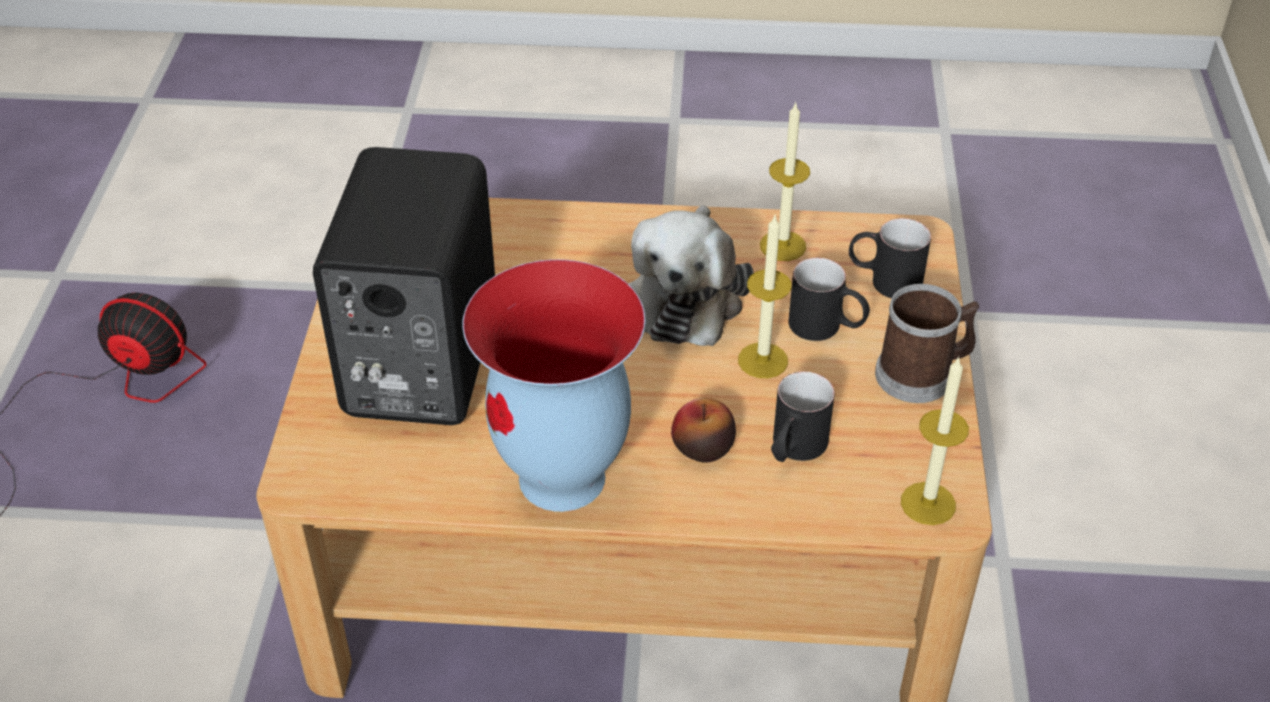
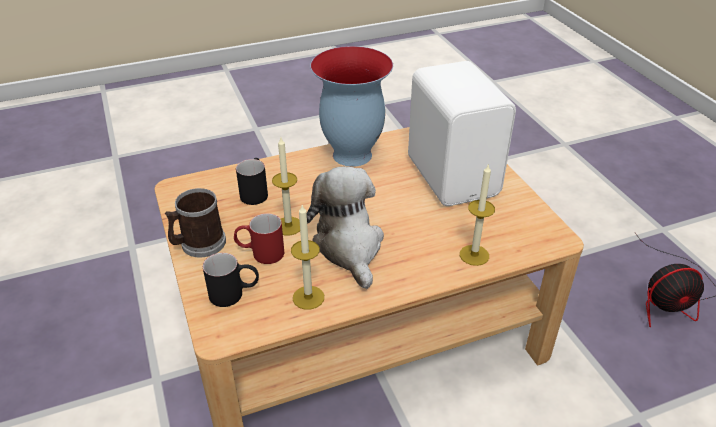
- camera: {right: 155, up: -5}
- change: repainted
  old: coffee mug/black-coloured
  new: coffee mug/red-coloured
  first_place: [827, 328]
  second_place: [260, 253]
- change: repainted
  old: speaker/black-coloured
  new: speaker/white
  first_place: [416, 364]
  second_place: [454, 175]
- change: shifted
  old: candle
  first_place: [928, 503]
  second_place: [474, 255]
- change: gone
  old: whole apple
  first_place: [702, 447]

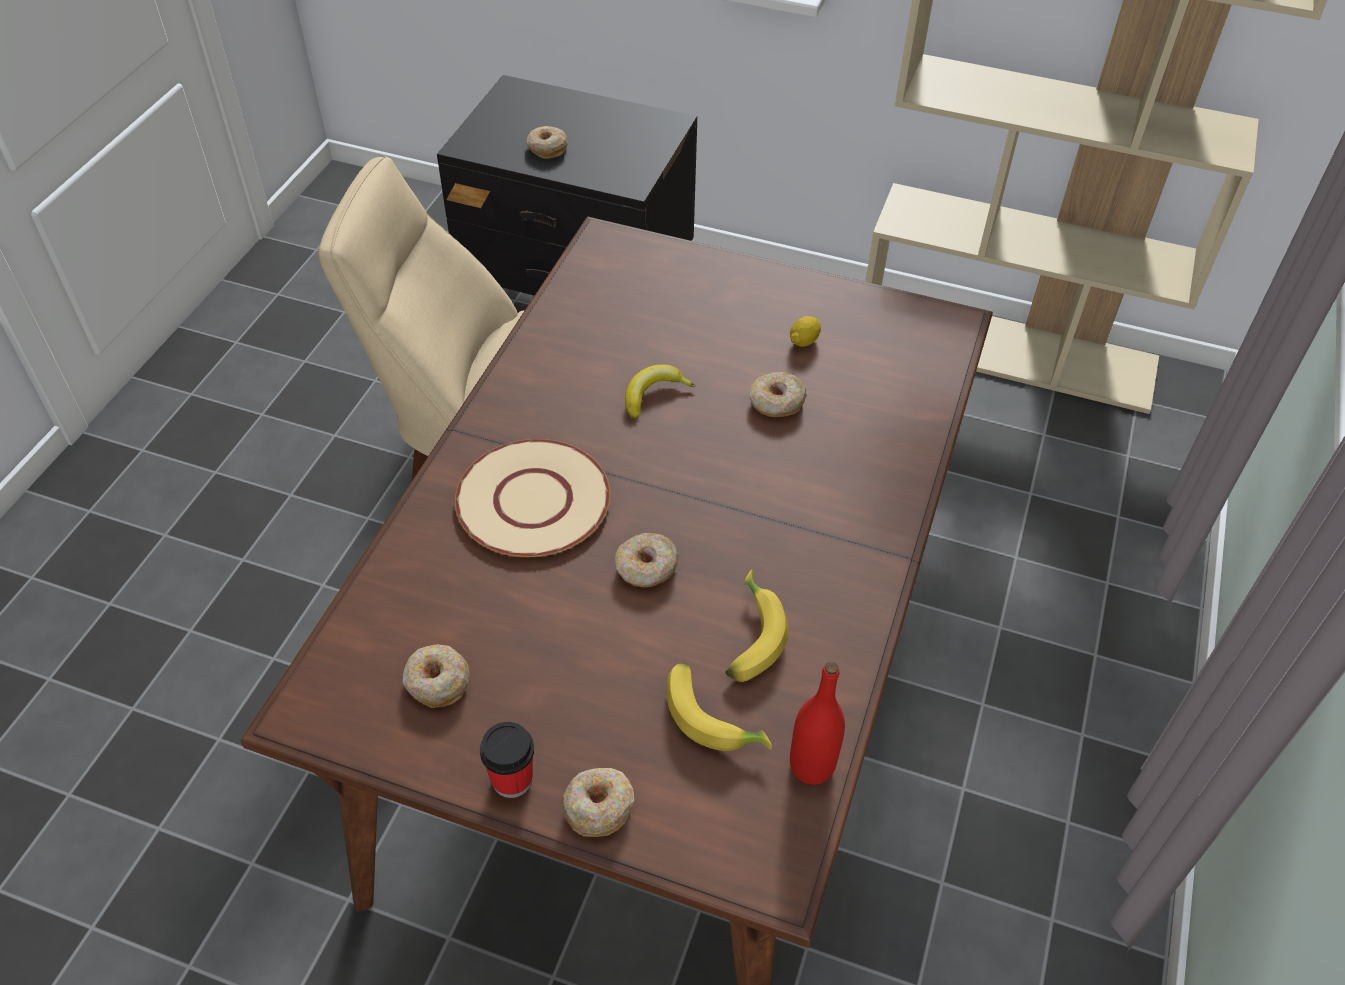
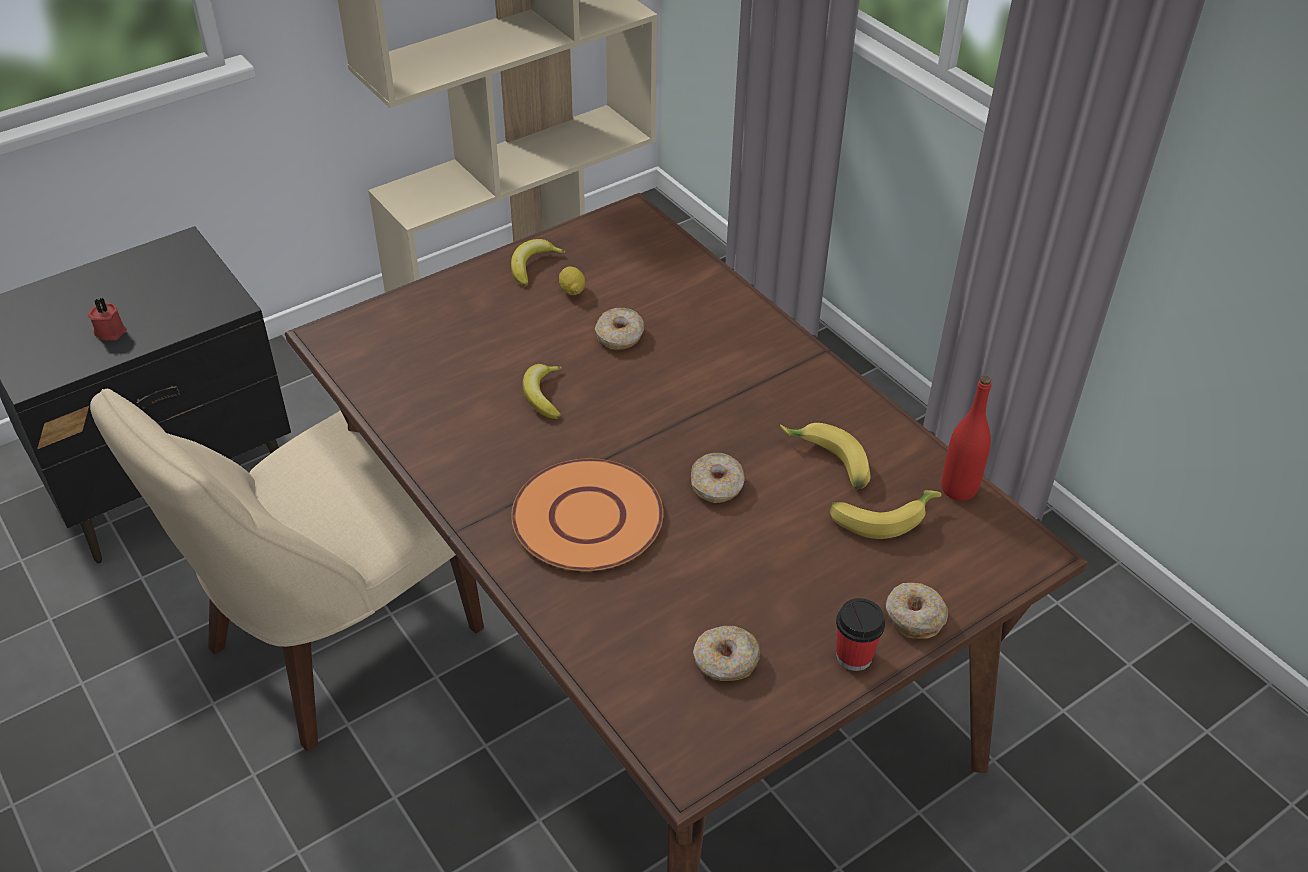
- camera: {right: -55, up: -5}
- change: swapped
  old: doughnut
  new: candle/red-coloured
  first_place: [547, 148]
  second_place: [110, 331]
- change: new
  new: banana
  second_place: [532, 266]
- change: repainted
  old: flat dish/beige
  new: flat dish/orange
  first_place: [532, 501]
  second_place: [587, 518]

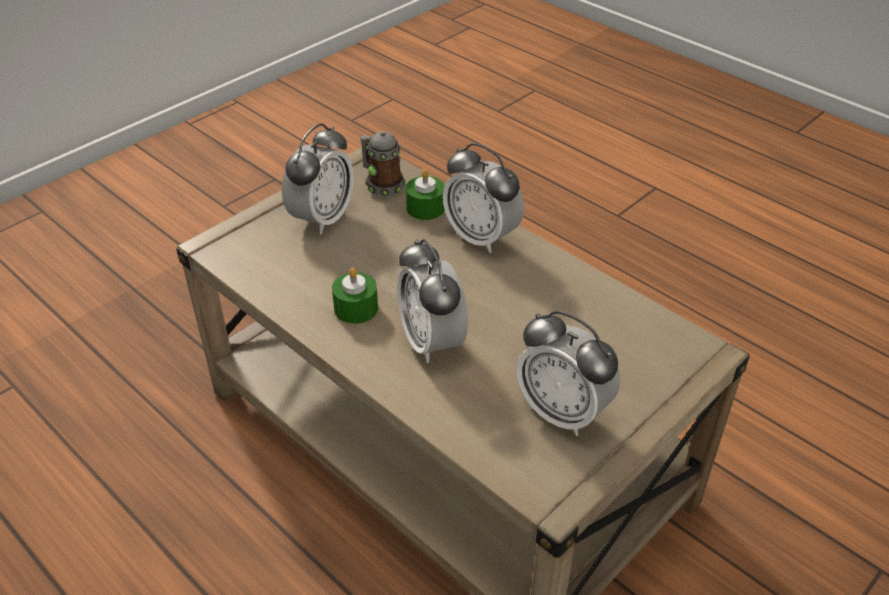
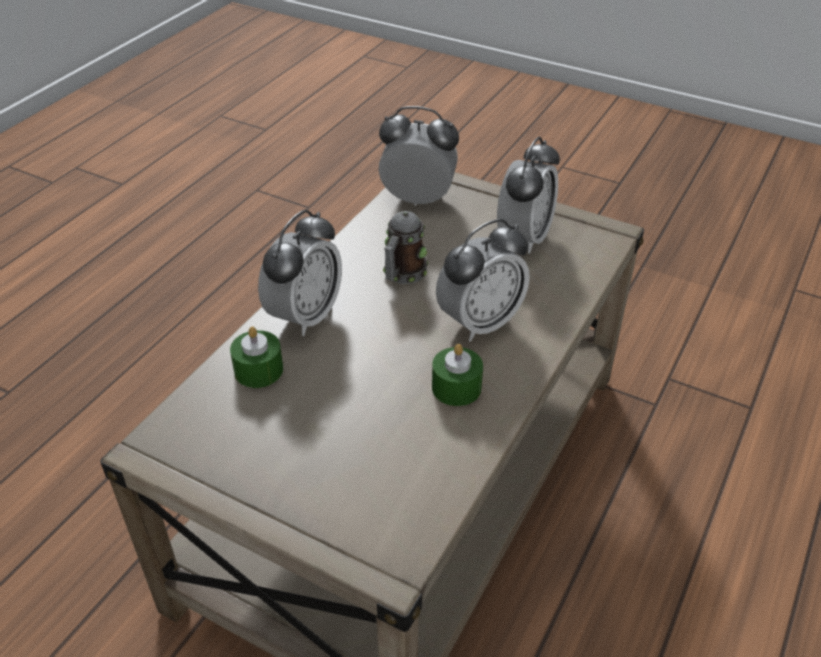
- camera: {right: -105, up: 0}
- change: shifted
  old: table clock
  first_place: [322, 218]
  second_place: [418, 199]
- change: shifted
  old: coffee mug
  first_place: [382, 184]
  second_place: [402, 275]

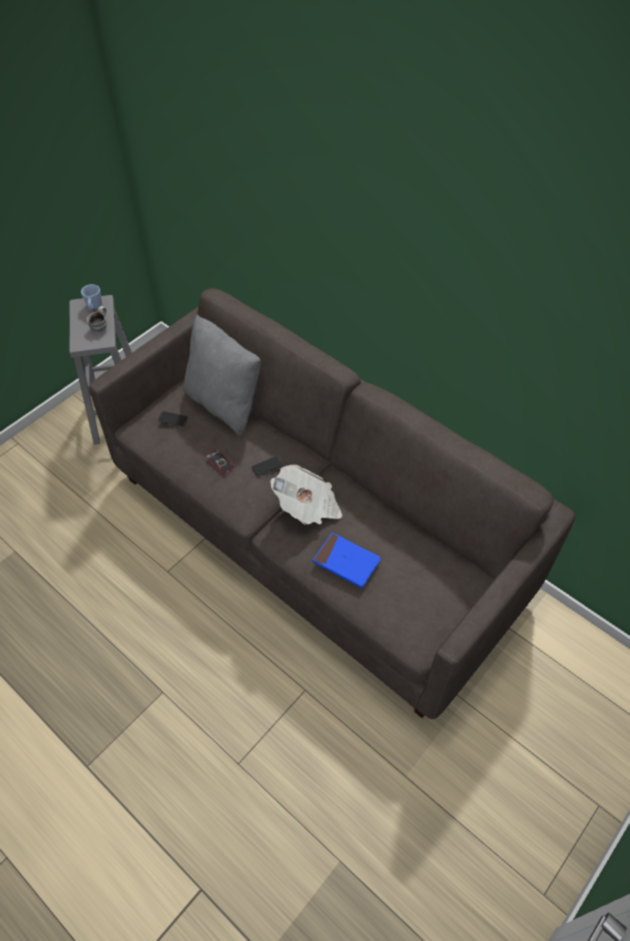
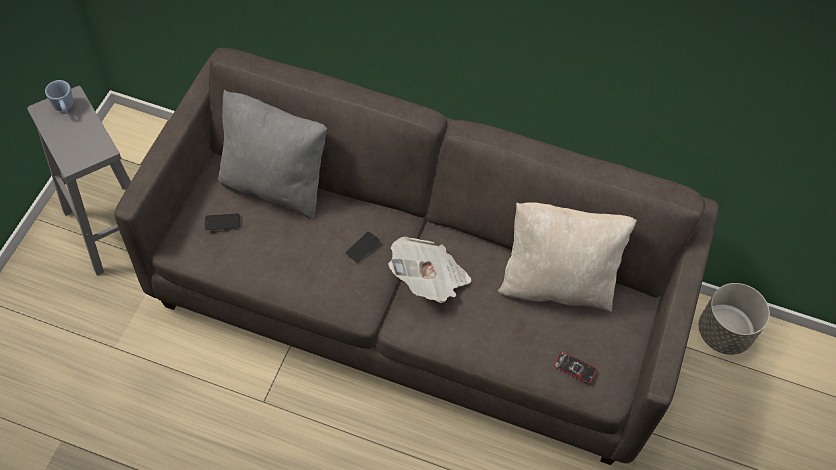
- camera: {right: -25, up: 5}
- change: new
  new: cushion/beige
  second_place: [556, 283]
- change: shifted
  old: telephone
  first_place: [220, 462]
  second_place: [574, 367]
- change: new
  new: flower pot/gray
  second_place: [724, 332]
- change: gone
  old: coffee mug
  first_place: [100, 326]
- change: gone
  old: volume/blue-coloured
  first_place: [346, 562]

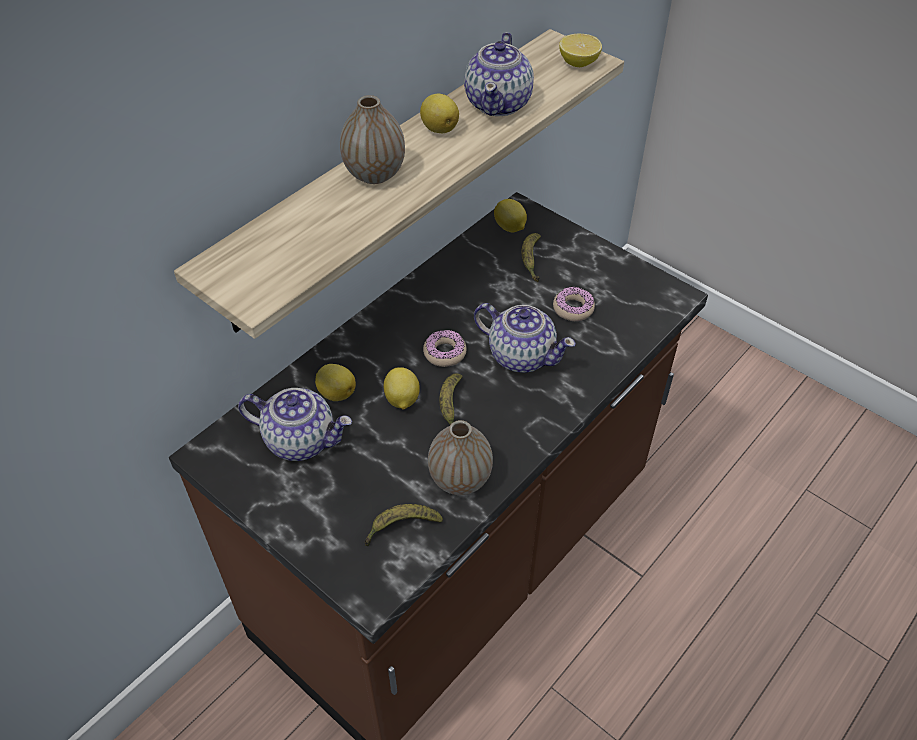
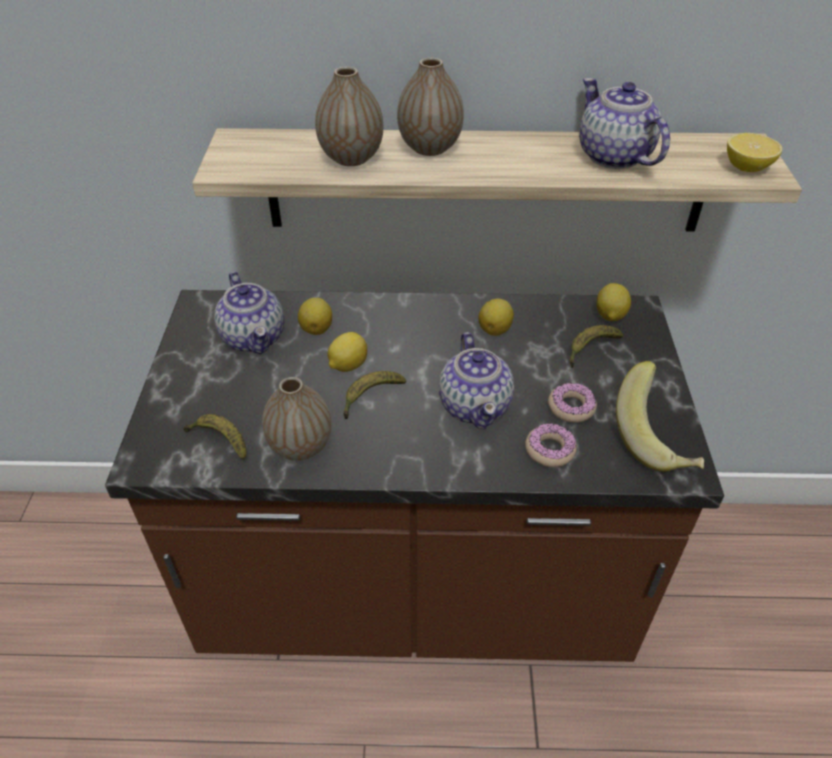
- camera: {right: 50, up: -5}
- change: new
  new: decorative vase
  second_place: [351, 158]
- change: shifted
  old: whole lemon
  first_place: [439, 128]
  second_place: [495, 329]
- change: shifted
  old: doughnut
  first_place: [444, 353]
  second_place: [549, 450]
- change: rotated
  old: teapot
  first_place: [499, 103]
  second_place: [614, 157]
  degrees: 90
- change: new
  new: banana
  second_place: [656, 439]

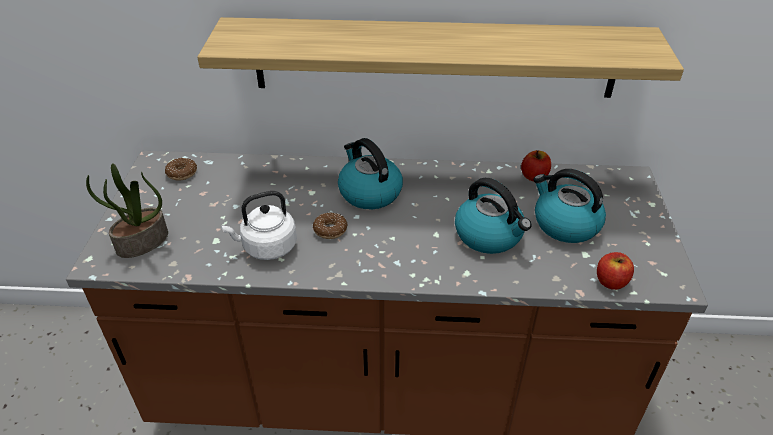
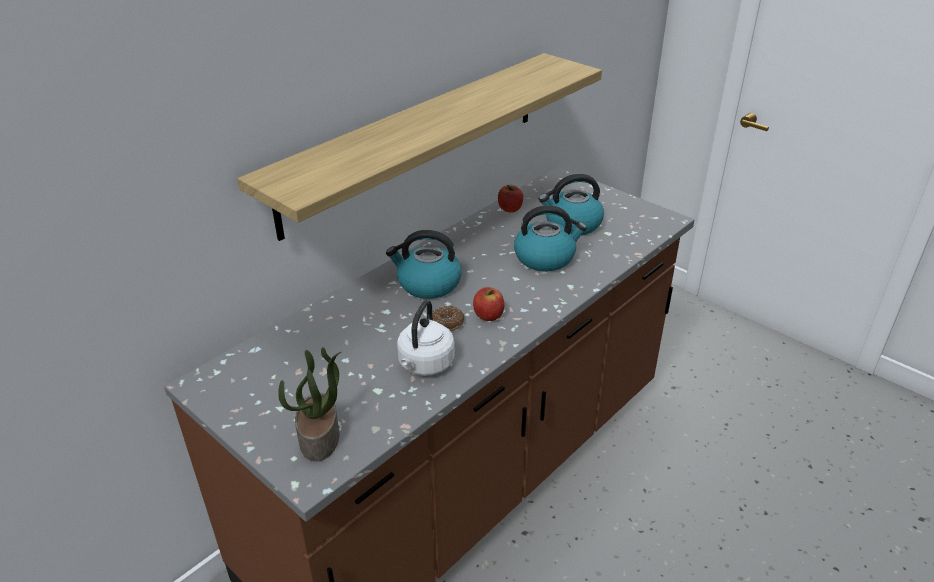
- camera: {right: -50, up: -5}
- change: shifted
  old: whole apple
  first_place: [611, 281]
  second_place: [488, 315]
- change: gone
  old: doughnut
  first_place: [182, 173]

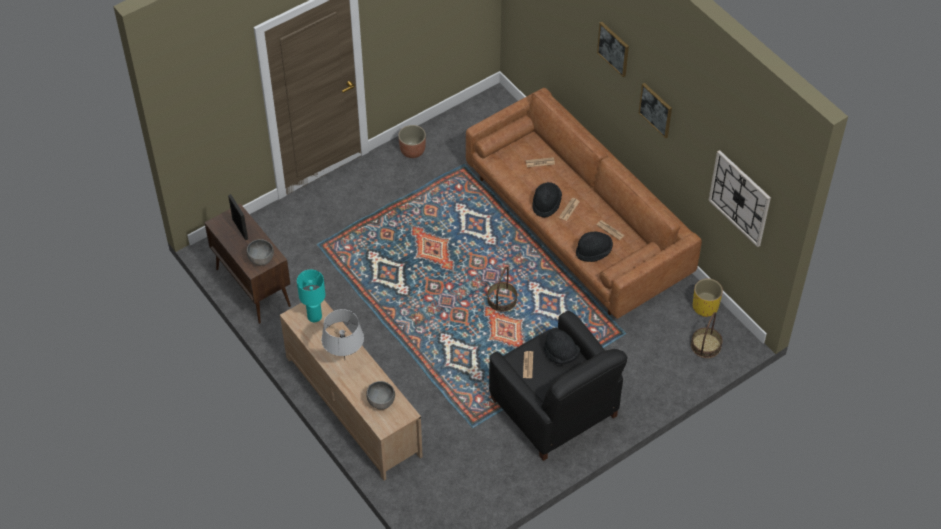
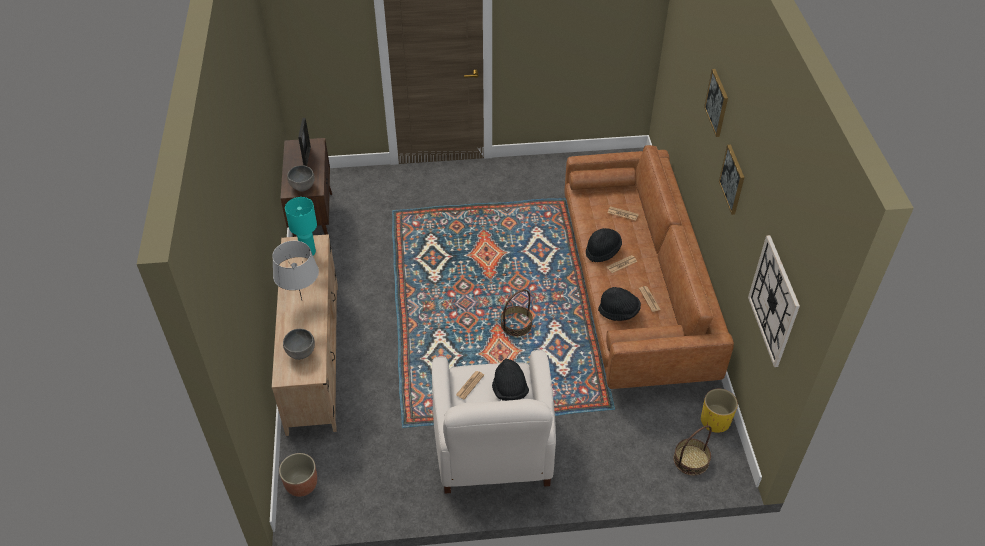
- camera: {right: 30, up: -5}
- change: shifted
  old: flower pot
  first_place: [412, 151]
  second_place: [301, 484]
- change: repainted
  old: easy chair/black-coloured
  new: easy chair/white
  first_place: [555, 408]
  second_place: [493, 448]

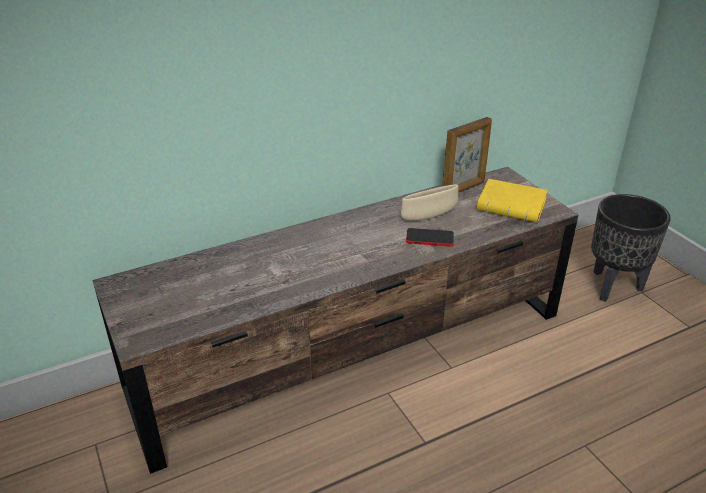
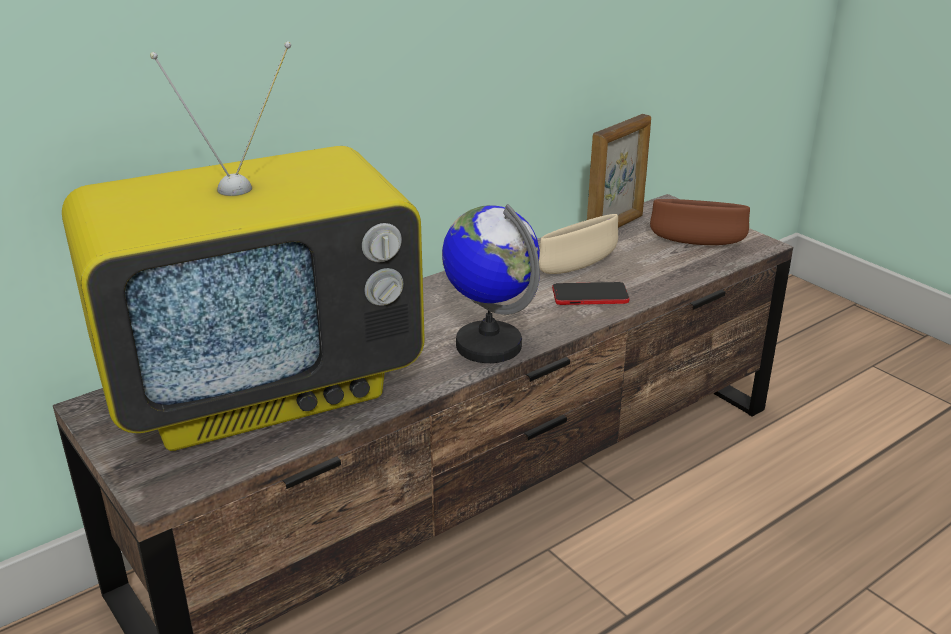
- camera: {right: -10, up: -5}
- change: new
  new: TV set
  second_place: [264, 387]
- change: new
  new: desk globe
  second_place: [489, 345]
- change: swapped
  old: volume/yellow-coloured
  new: bowl/brown
  first_place: [513, 206]
  second_place: [696, 243]
- change: gone
  old: flower pot/black-coloured
  first_place: [614, 287]

